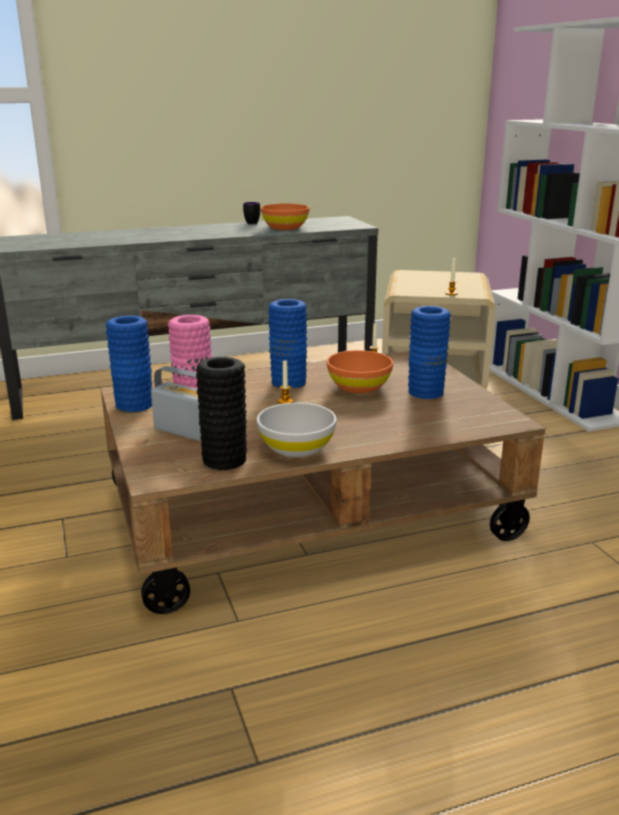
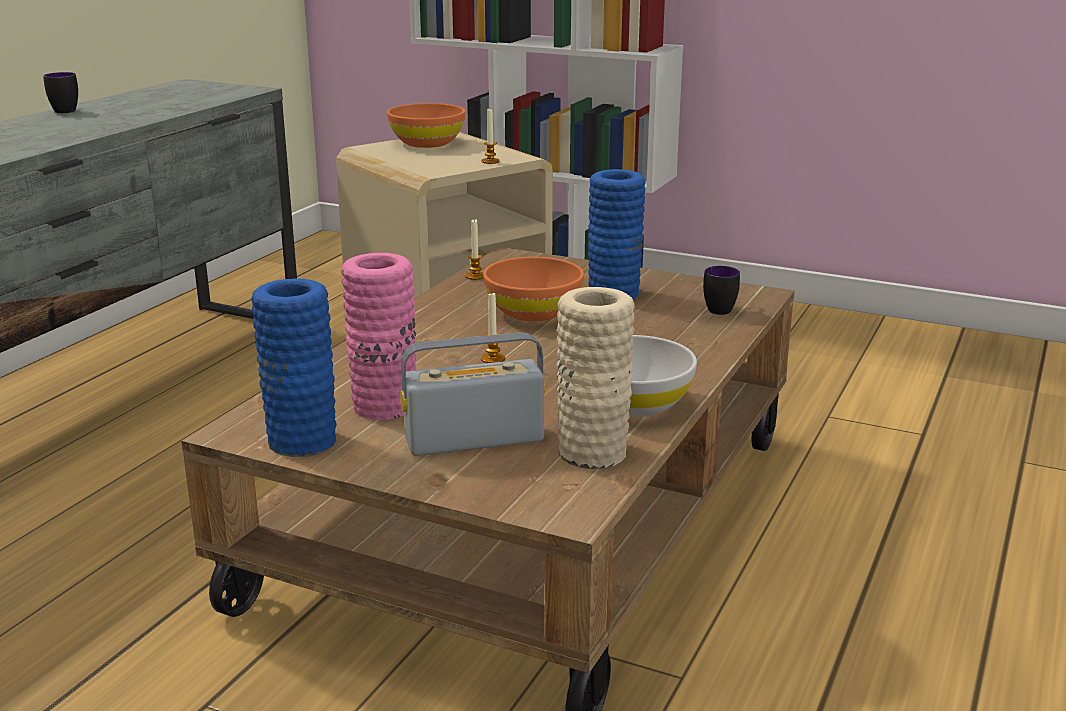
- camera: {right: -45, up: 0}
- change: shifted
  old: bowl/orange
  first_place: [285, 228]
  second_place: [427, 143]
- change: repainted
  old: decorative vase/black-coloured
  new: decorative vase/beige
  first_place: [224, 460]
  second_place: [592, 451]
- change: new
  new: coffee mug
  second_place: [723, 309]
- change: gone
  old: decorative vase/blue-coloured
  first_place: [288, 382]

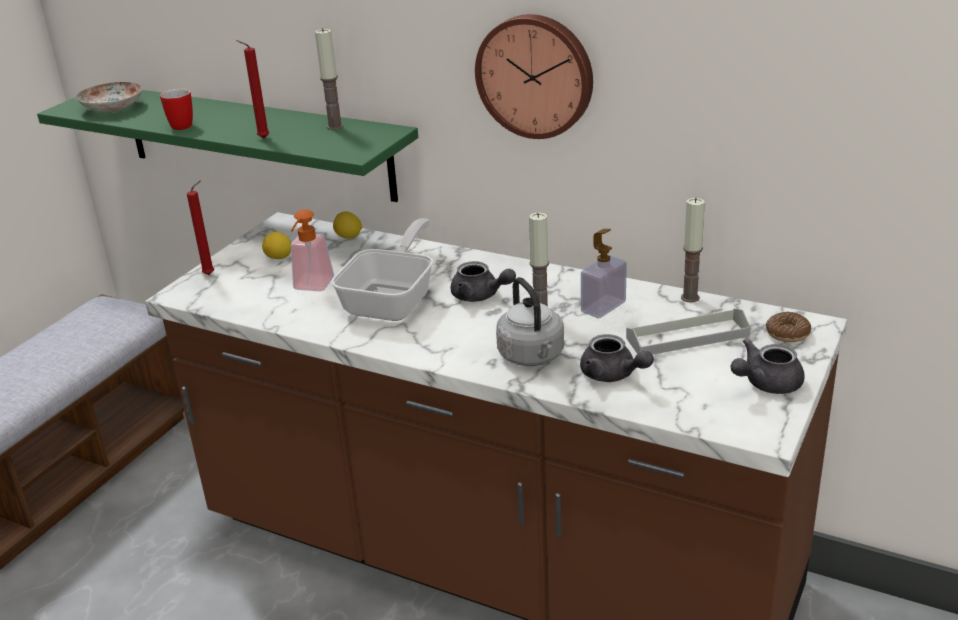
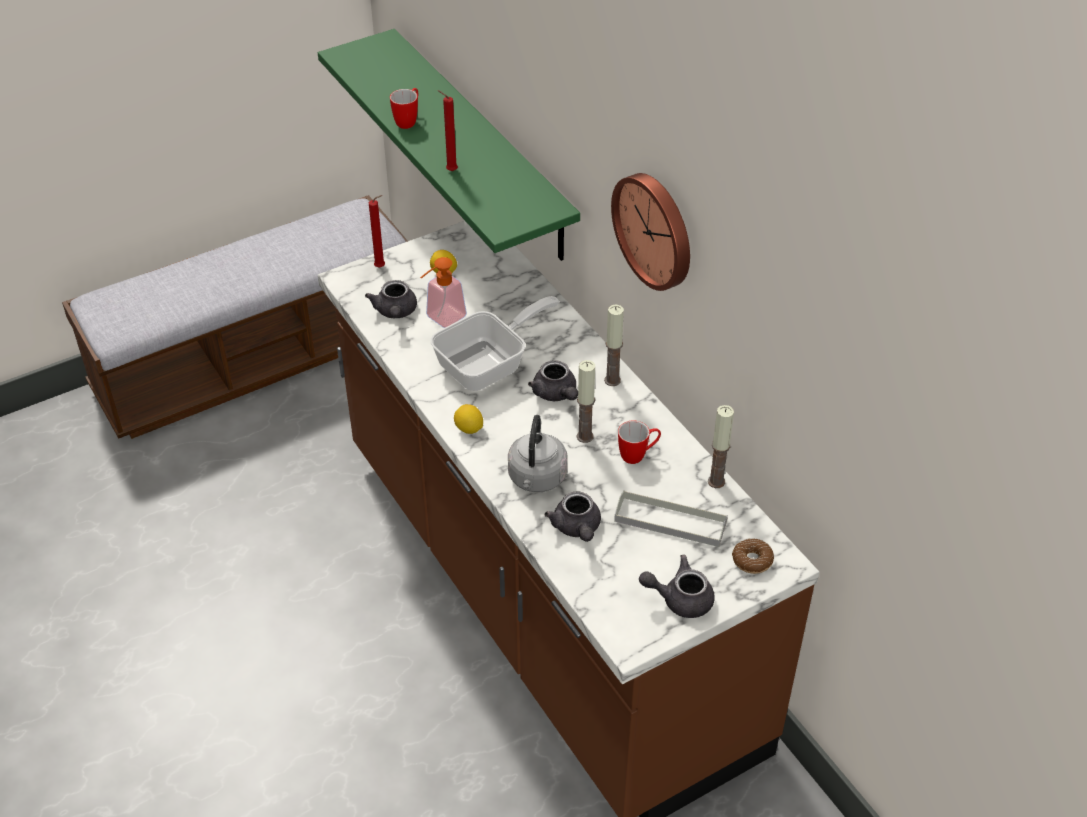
- camera: {right: 30, up: 15}
- change: new
  new: teapot/gray
  second_place: [395, 312]
- change: shifted
  old: whole lemon
  first_place: [348, 237]
  second_place: [469, 429]
- change: shifted
  old: candle
  first_place: [335, 126]
  second_place: [612, 380]
- change: swapped
  old: soap bottle
  new: coffee mug
  first_place: [603, 307]
  second_place: [638, 455]
- change: gone
  old: flat dish
  first_place: [113, 107]

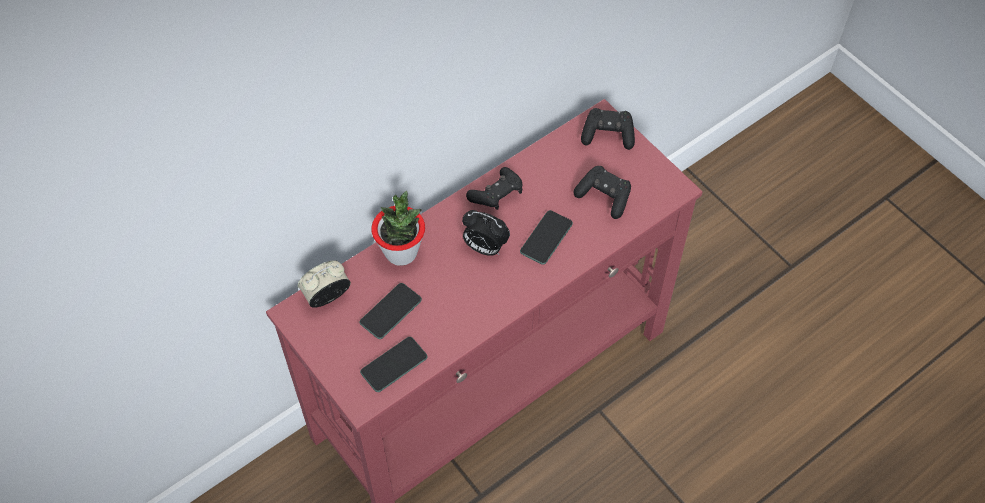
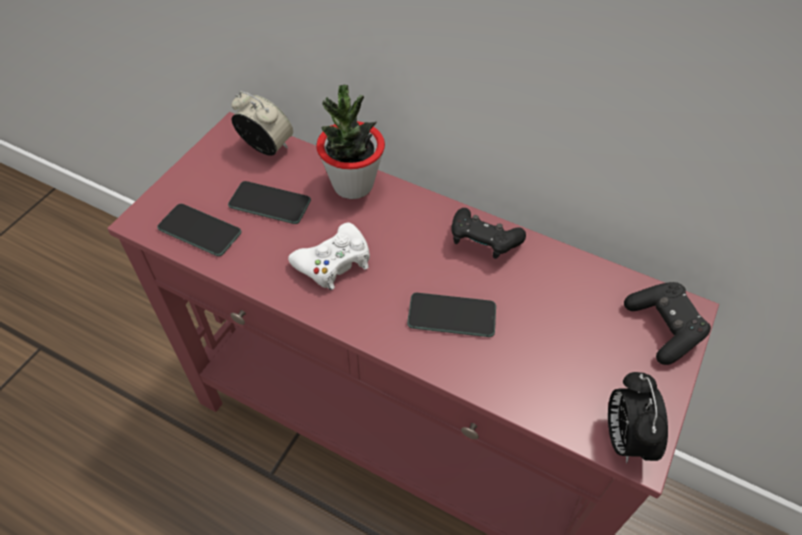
- camera: {right: 65, up: -5}
- change: new
  new: game controller/white
  second_place: [334, 262]
- change: shifted
  old: table clock
  first_place: [484, 247]
  second_place: [624, 437]
- change: gone
  old: game controller/black-coloured
  first_place: [604, 197]

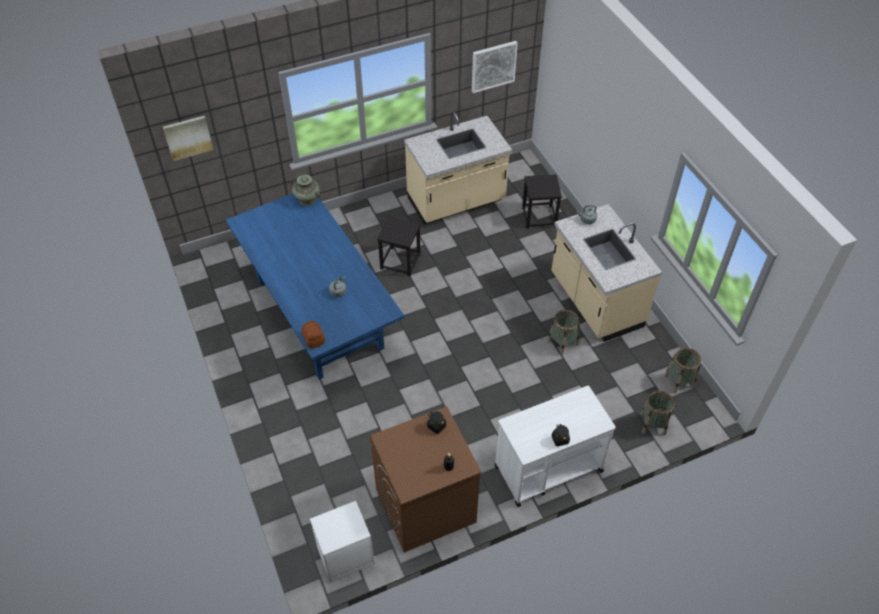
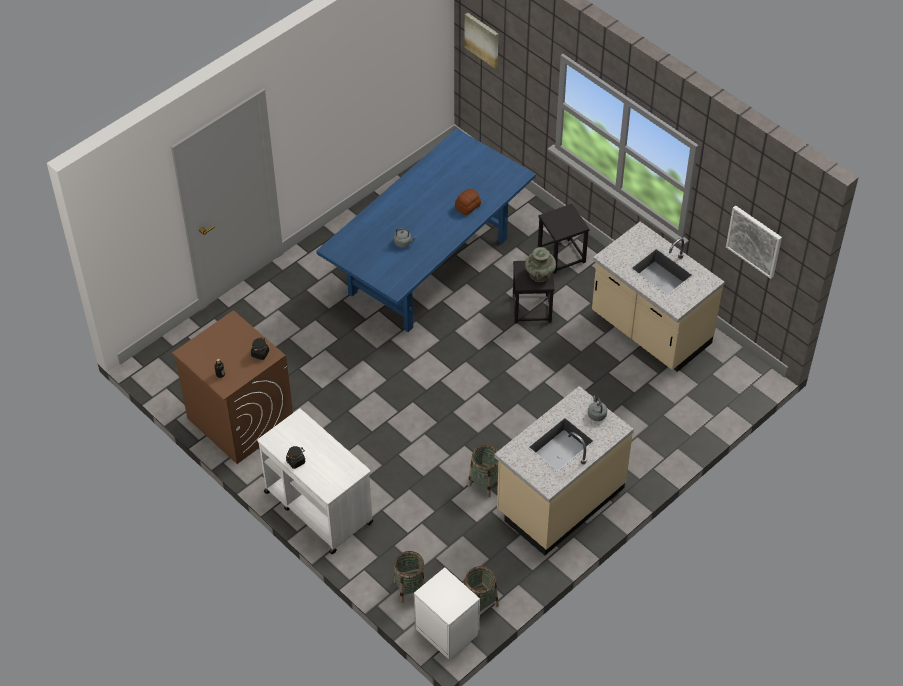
- camera: {right: 70, up: 0}
- change: shifted
  old: bedside table/white
  first_place: [344, 555]
  second_place: [446, 630]
- change: shifted
  old: baked bread
  first_place: [314, 338]
  second_place: [468, 206]
- change: shifted
  old: decorative vase/turquoise
  first_place: [307, 199]
  second_place: [539, 274]
- change: shifted
  old: sitting stool/black-coloured
  first_place: [539, 217]
  second_place: [561, 256]

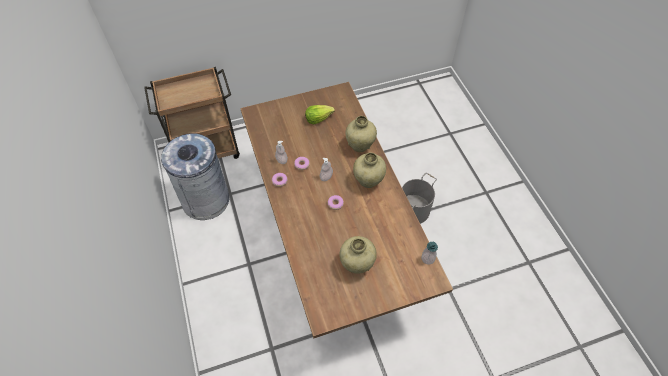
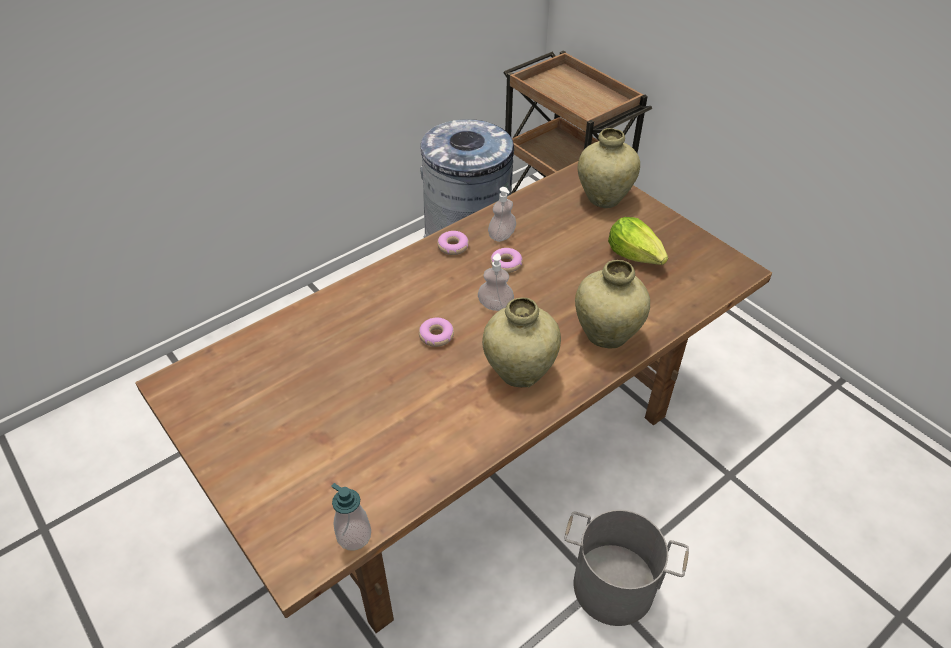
- camera: {right: 70, up: -10}
- change: shifted
  old: decorative vase/beige
  first_place: [357, 264]
  second_place: [604, 198]

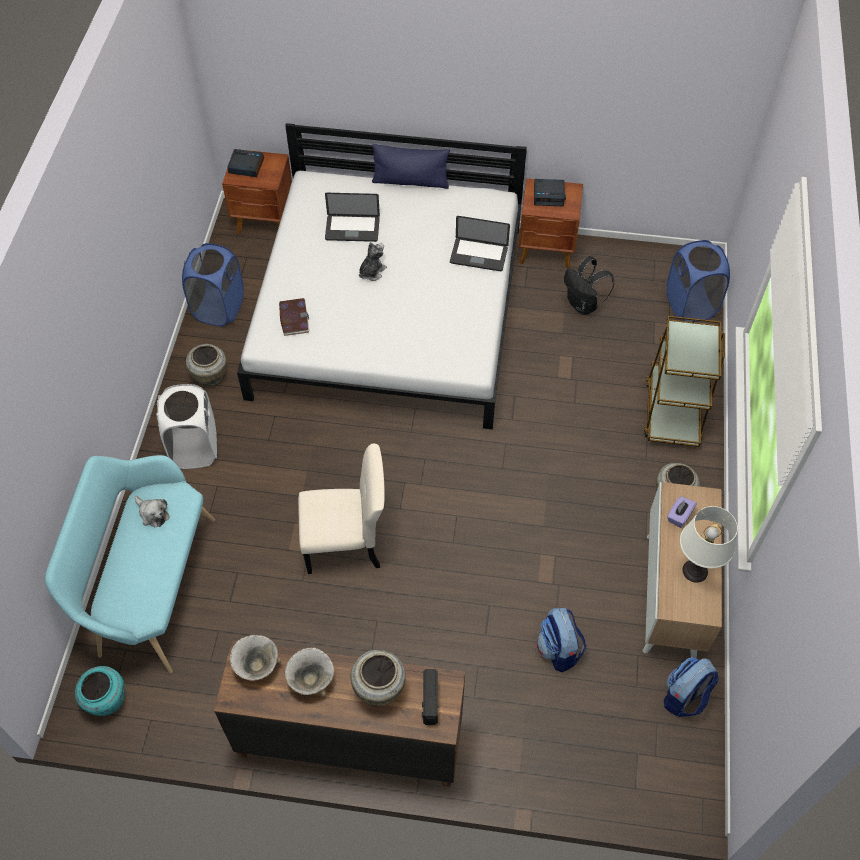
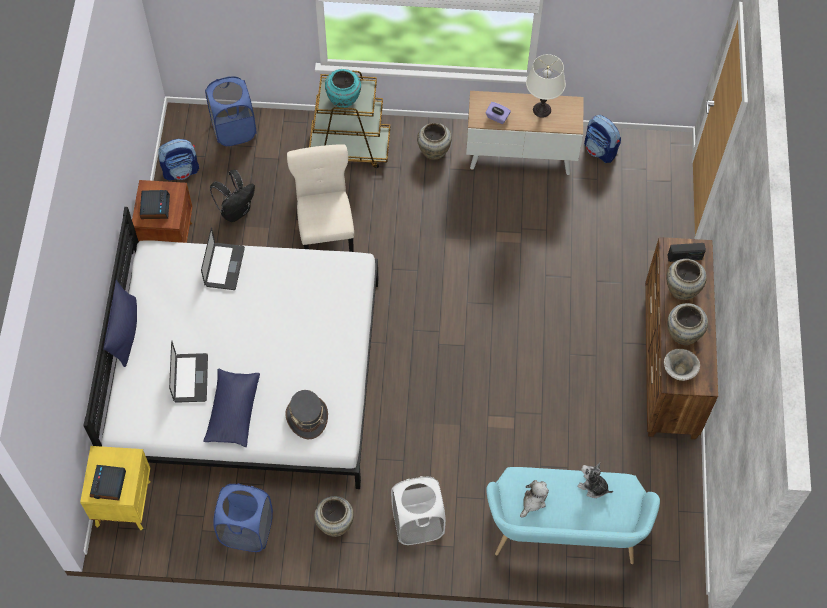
- camera: {right: -95, up: 5}
- change: repainted
  old: bedside table/brown
  new: bedside table/yellow-coloured
  first_place: [266, 221]
  second_place: [124, 502]
- change: shifted
  old: rucksack
  first_place: [558, 650]
  second_place: [181, 171]
- change: new
  new: cushion/blue-coloured
  second_place: [233, 412]
- change: swapped
  old: volume
  new: clothing hat/gray
  first_place: [294, 318]
  second_place: [307, 417]
- change: shifted
  old: upright chair/beige
  first_place: [347, 545]
  second_place: [326, 232]
- change: shifted
  old: decorative vase/turquoise
  first_place: [106, 701]
  second_place: [343, 100]
- change: shifted
  old: soft toy
  first_place: [371, 272]
  second_place: [593, 486]
- change: swapped
  old: bowl
  new: decorative vase/beige
  first_place: [312, 679]
  second_place: [682, 333]

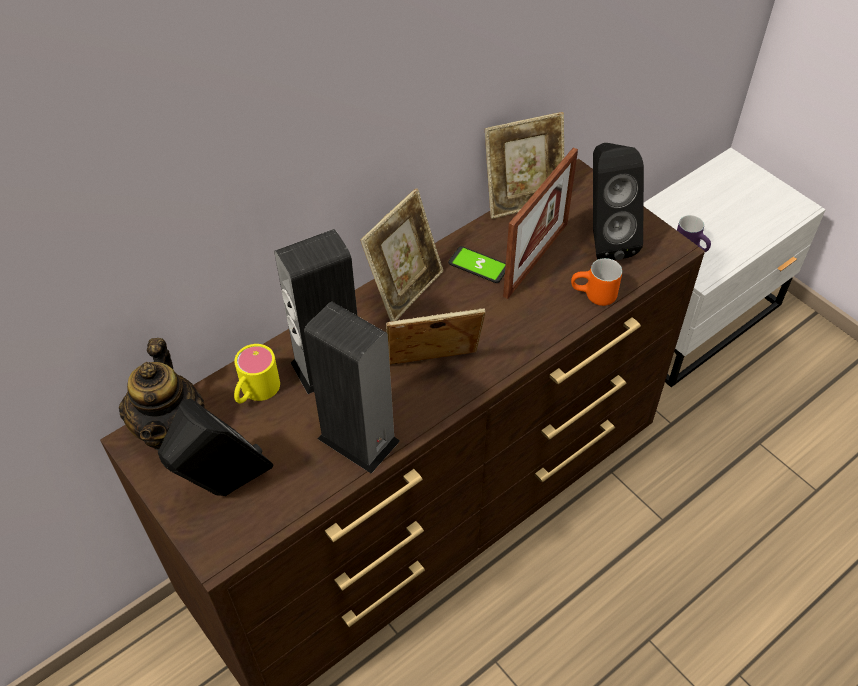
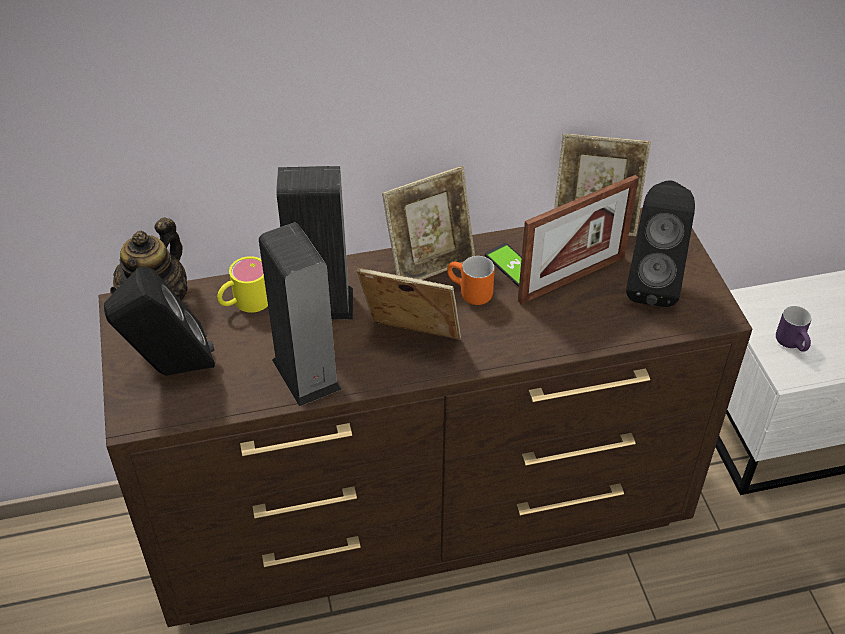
- camera: {right: 25, up: -5}
- change: shifted
  old: coffee mug/orange
  first_place: [593, 297]
  second_place: [468, 294]

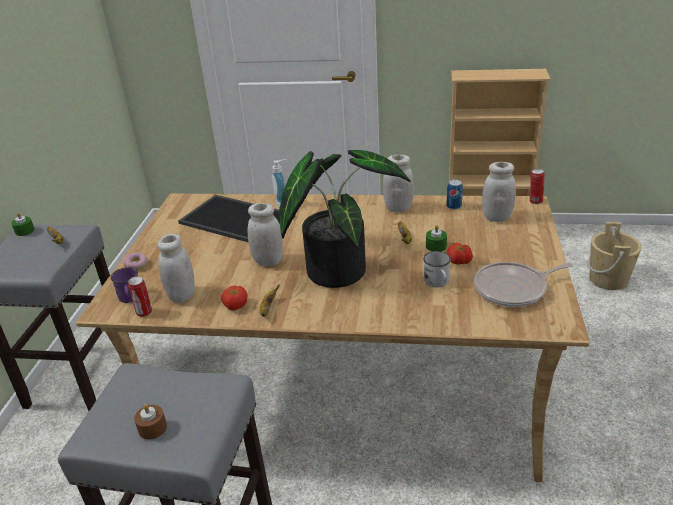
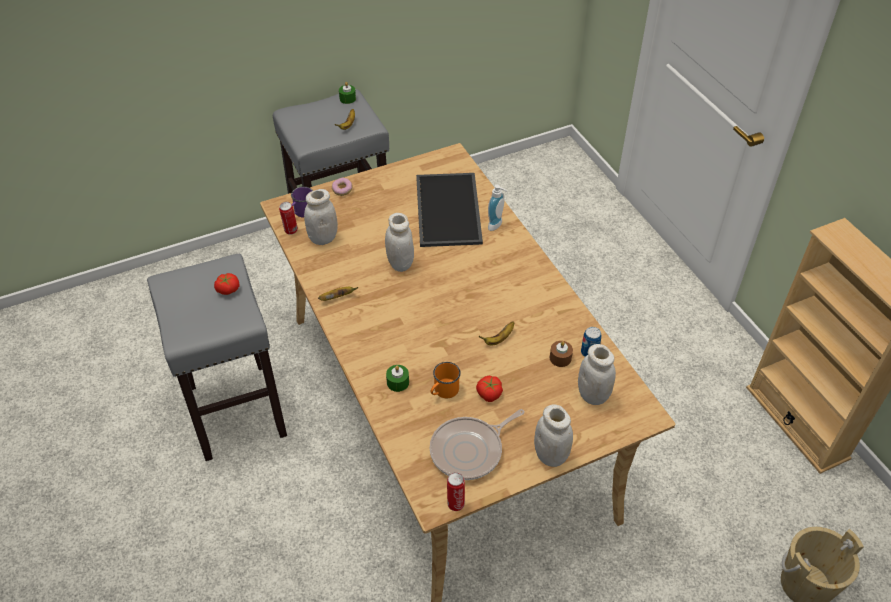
- camera: {right: 55, up: 15}
- change: shifted
  old: tomato
  first_place: [235, 305]
  second_place: [227, 289]
- change: shifted
  old: candle/greenish
  first_place: [436, 246]
  second_place: [398, 382]
- change: rotated
  old: pan
  first_place: [513, 289]
  second_place: [470, 450]
  degrees: -75
- change: repainted
  old: coffee mug/white
  new: coffee mug/orange
  first_place: [438, 283]
  second_place: [443, 391]
- change: shifted
  old: metal can
  first_place: [535, 201]
  second_place: [455, 503]
- change: shifted
  old: storage jar/white
  first_place: [398, 208]
  second_place: [550, 455]
- change: shifted
  old: candle/brown
  first_place: [152, 428]
  second_place: [560, 358]
- change: gone
  old: plant in a pot
  first_place: [338, 267]

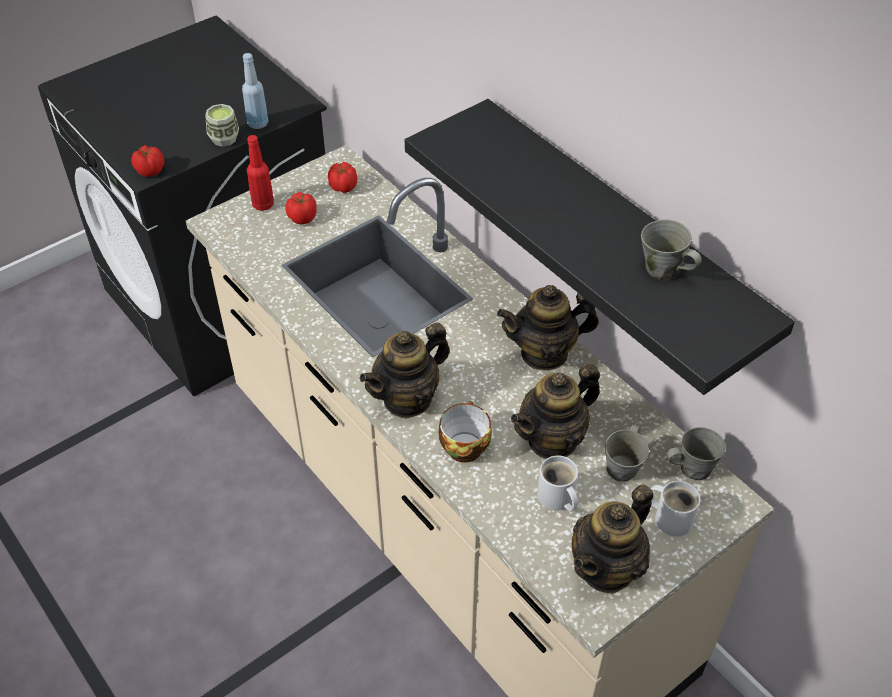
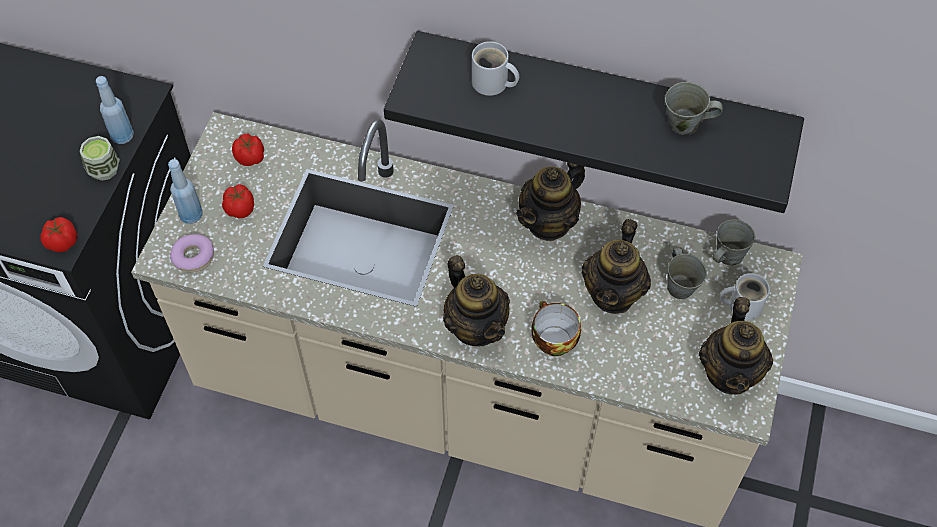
- camera: {right: -35, up: 10}
- change: repainted
  old: beverage bottle/red-coloured
  new: beverage bottle/blue-coloured
  first_place: [263, 204]
  second_place: [191, 215]
- change: new
  new: doughnut
  second_place: [193, 257]
- change: rotated
  old: teapot
  first_place: [407, 399]
  second_place: [476, 326]
  degrees: -45
- change: shifted
  old: coffee mug/white
  first_place: [556, 498]
  second_place: [492, 84]

